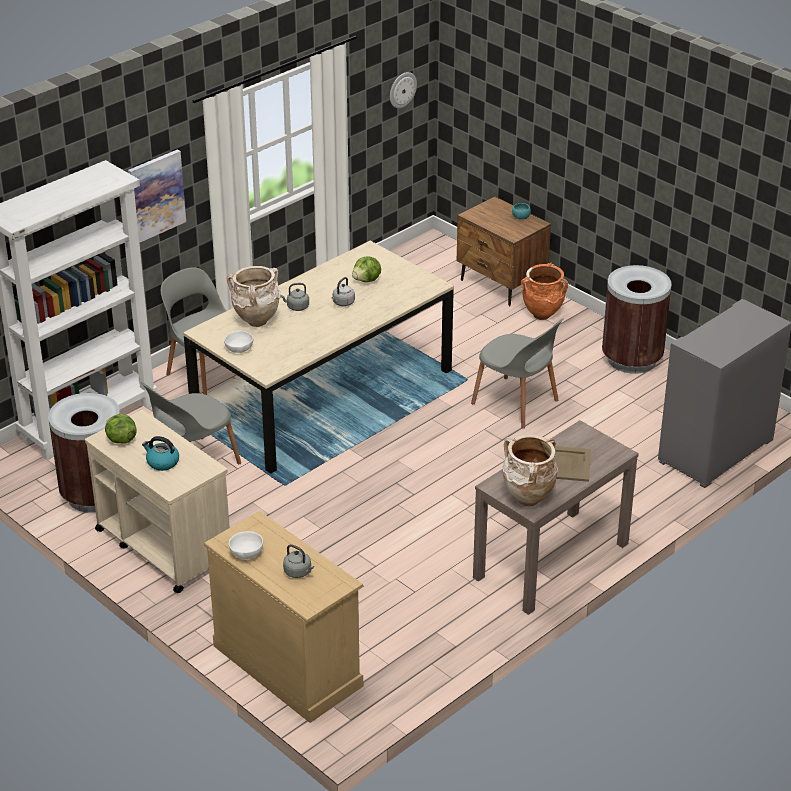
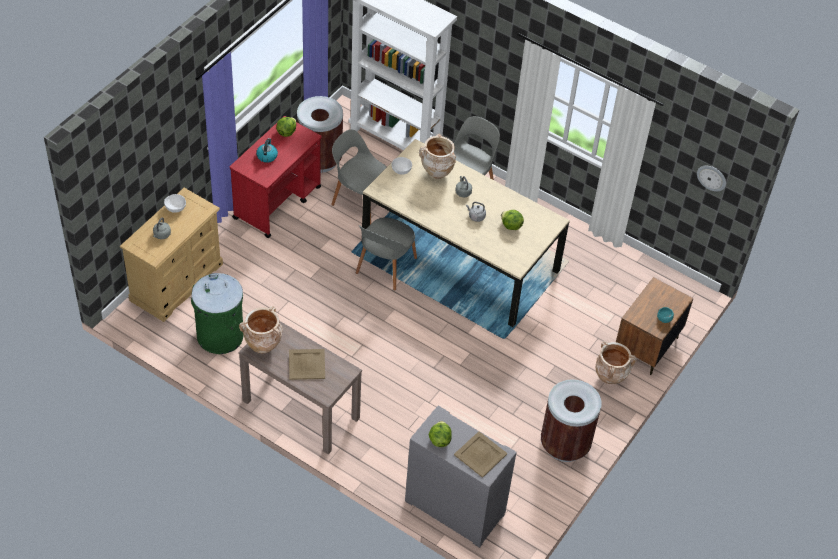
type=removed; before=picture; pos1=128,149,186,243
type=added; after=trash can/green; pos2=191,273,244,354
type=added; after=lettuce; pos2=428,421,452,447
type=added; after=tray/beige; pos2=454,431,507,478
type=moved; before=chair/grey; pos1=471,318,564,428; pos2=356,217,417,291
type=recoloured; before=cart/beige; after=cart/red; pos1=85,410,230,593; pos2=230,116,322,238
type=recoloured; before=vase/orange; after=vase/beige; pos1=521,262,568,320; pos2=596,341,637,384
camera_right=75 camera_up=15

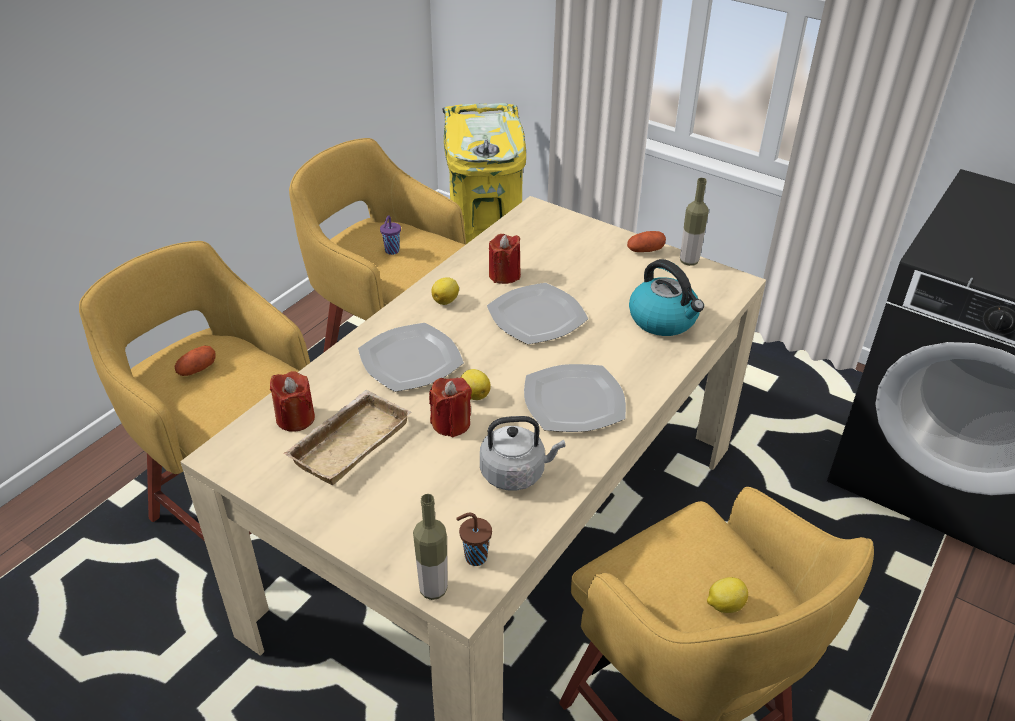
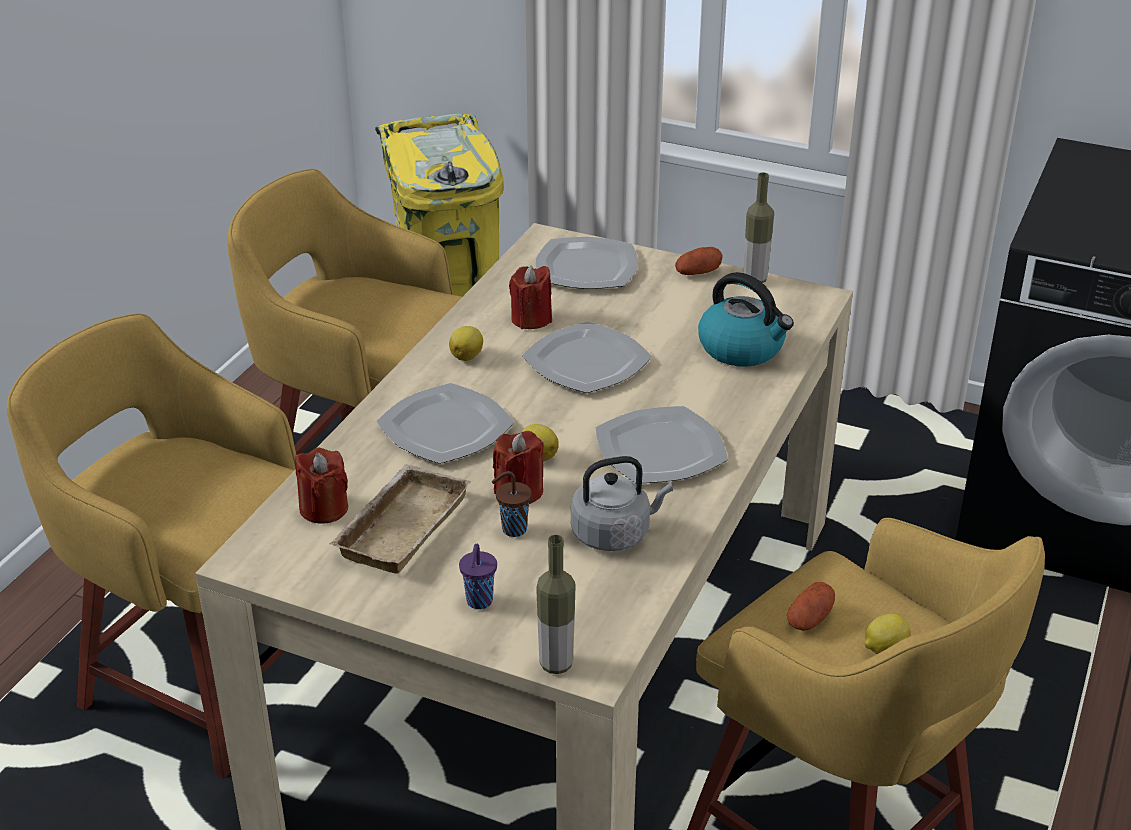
type=added; after=plate; pos2=535,237,638,289
type=moved; before=potato; pos1=175,346,216,376; pos2=787,582,835,631
type=moved; before=cup/purple; pos1=380,215,401,255; pos2=459,544,497,609
type=moved; before=cup/brown; pos1=456,513,492,566; pos2=492,471,532,537
camera_right=-10 camera_up=-5

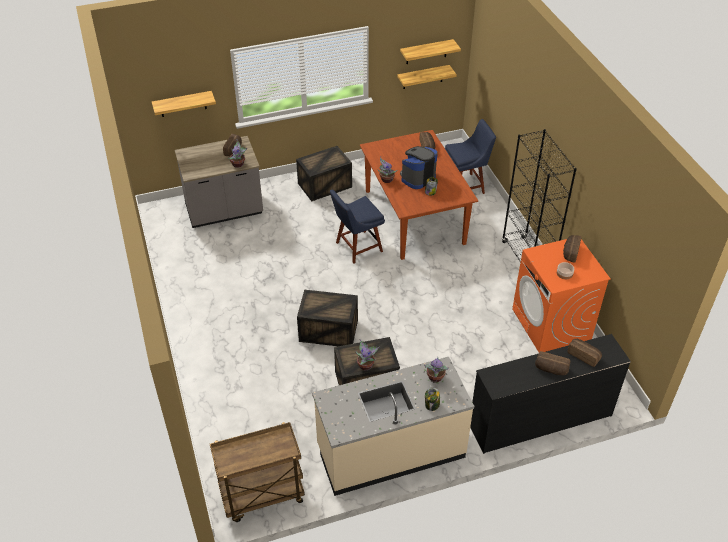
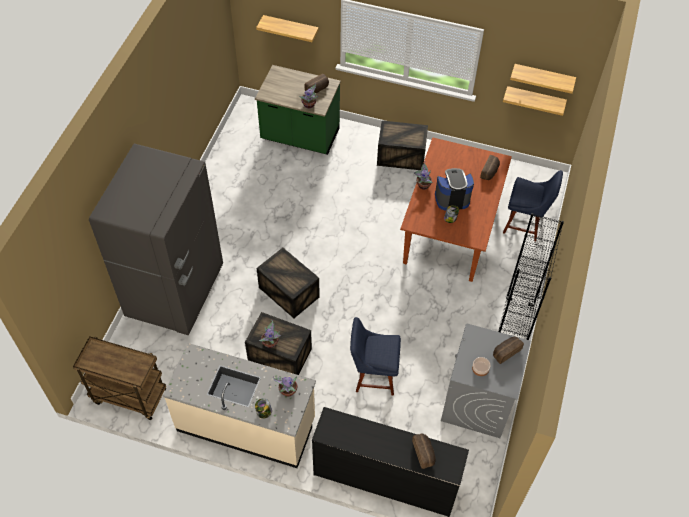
type=removed; before=bread; pos1=535,351,570,376
type=added; after=fridge/grey; pos2=89,144,223,335
type=moved; before=chair/blue; pos1=330,190,385,264; pos2=350,317,401,396
type=recoloured; before=counter/grey; after=counter/green; pos1=175,136,263,228; pos2=255,65,341,155
type=recoloured; before=washing machine/orange; after=washing machine/grey; pos1=512,239,611,352; pos2=441,323,531,438
camera_right=35 camera_up=10

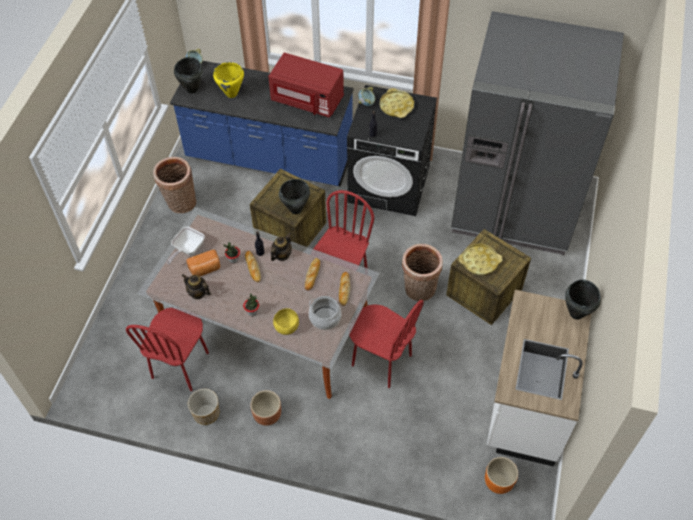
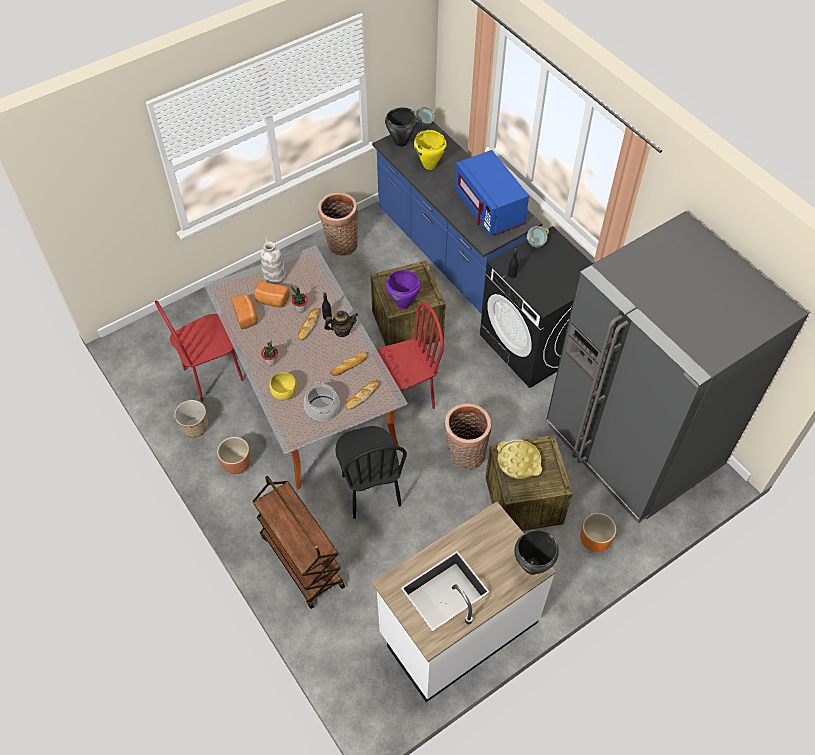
type=removed; before=tray/yellow; pos1=380,88,414,118
type=added; after=cart/brown; pos2=252,476,345,609
type=moved; before=planter/orange; pos1=485,457,518,494; pos2=580,513,616,552
type=replaced; before=frying pan; after=vase/white; pos1=167,226,205,265; pos2=260,237,286,284
type=replaced; before=teapot; after=bread; pos1=181,274,211,299; pos2=231,294,258,329
type=recoloured; before=microwave/red; after=microwave/blue; pos1=268,53,344,118; pos2=455,150,529,236
type=recoloured; before=cooking pot/black; after=cooking pot/purple; pos1=279,179,310,214; pos2=386,270,421,309
type=recoloured; before=chair/red; after=chair/black; pos1=349,300,424,388; pos2=335,426,407,519
camera_right=40 camera_up=0

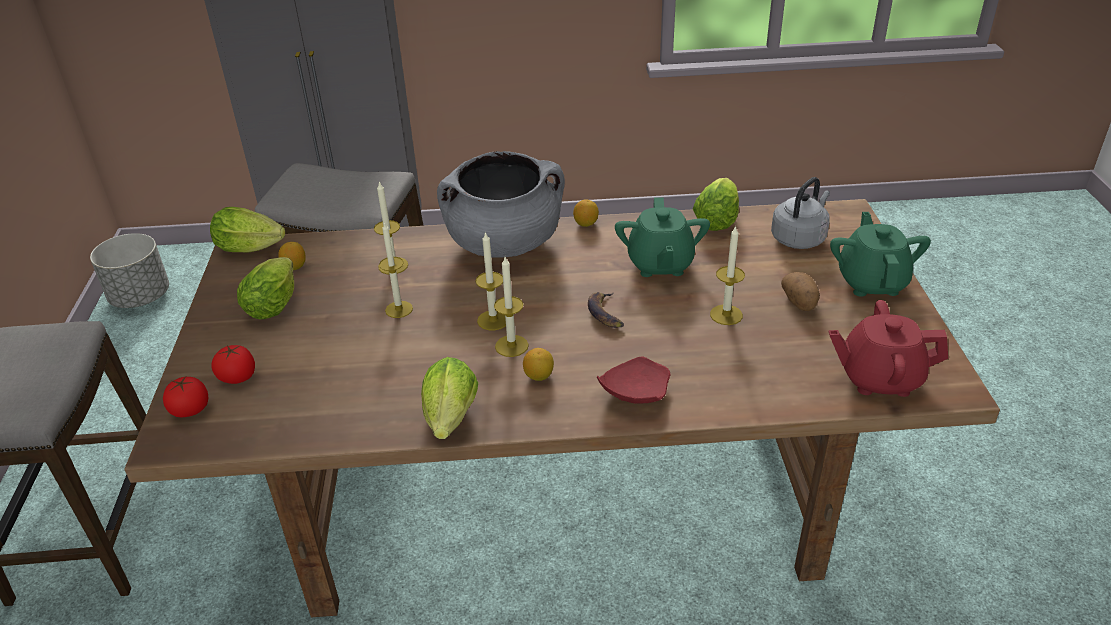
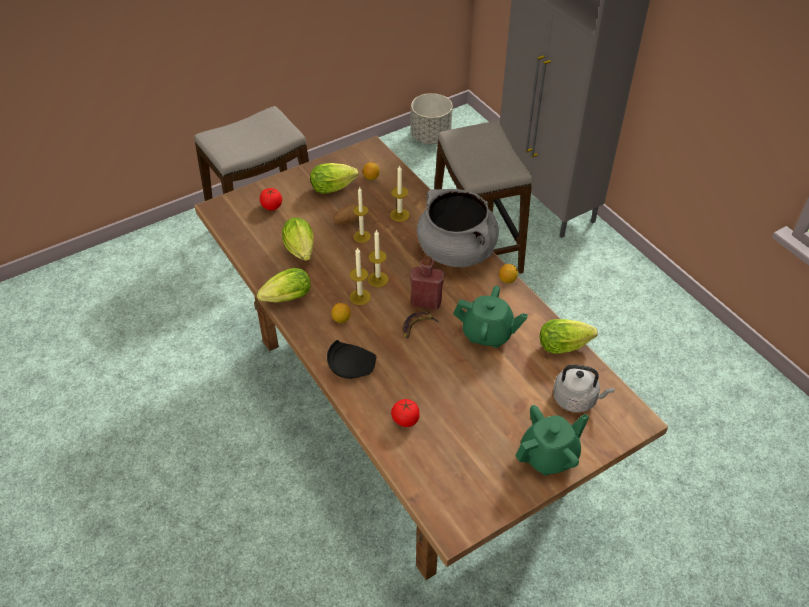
type=removed; before=candle; pos1=710,225,745,325
type=removed; before=teapot/red; pos1=828,300,948,397
type=added; after=bottle/red; pos2=410,256,444,310
type=moved; before=tomato; pos1=163,375,208,417; pos2=391,399,420,427
type=moved; before=lettuce; pos1=210,207,285,253; pos2=282,217,314,261
type=moved; before=potato; pos1=781,272,820,311; pos2=333,203,359,225
type=recoloured; before=plate/red; after=plate/black; pos1=597,357,670,404; pos2=327,340,376,379
type=turned; before=teapot/green; pos1=615,198,710,277; pos2=453,286,528,348; turn=-135
camera_right=60 camera_up=10

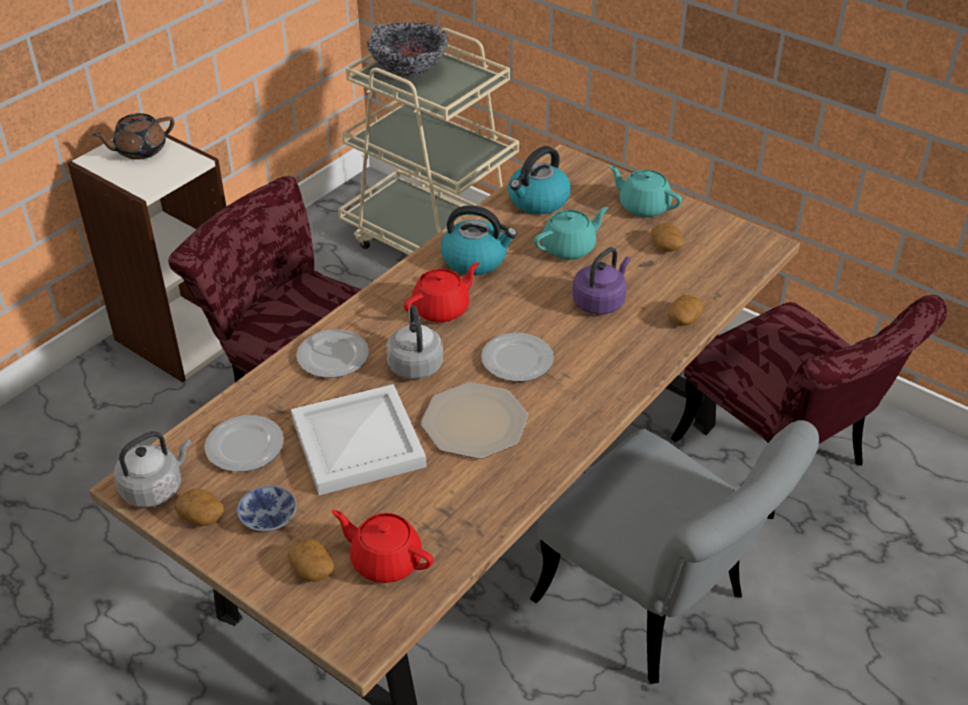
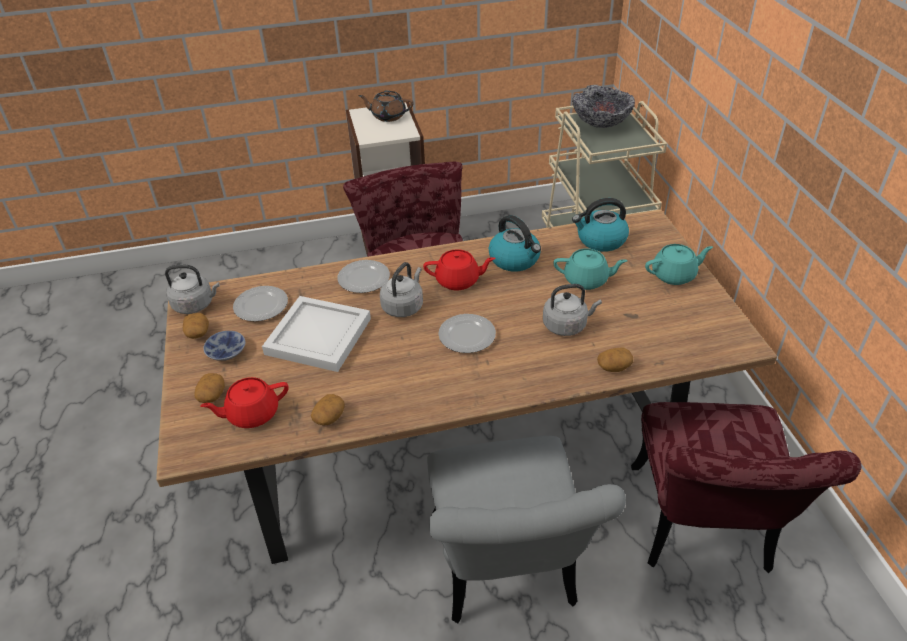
type=removed; before=plate; pos1=421,382,529,459
type=moved; before=potato; pos1=652,223,683,252; pos2=311,394,345,426
type=recoloured; before=kettle/purple; after=kettle/grey; pos1=572,247,630,315; pos2=543,284,602,336
type=turned; before=teapot/red; pos1=332,510,433,583; pos2=200,377,289,428; turn=-90
type=turned; before=teapot/turquoise; pos1=609,165,682,217; pos2=645,244,713,285; turn=90
camera_right=40 camera_up=0

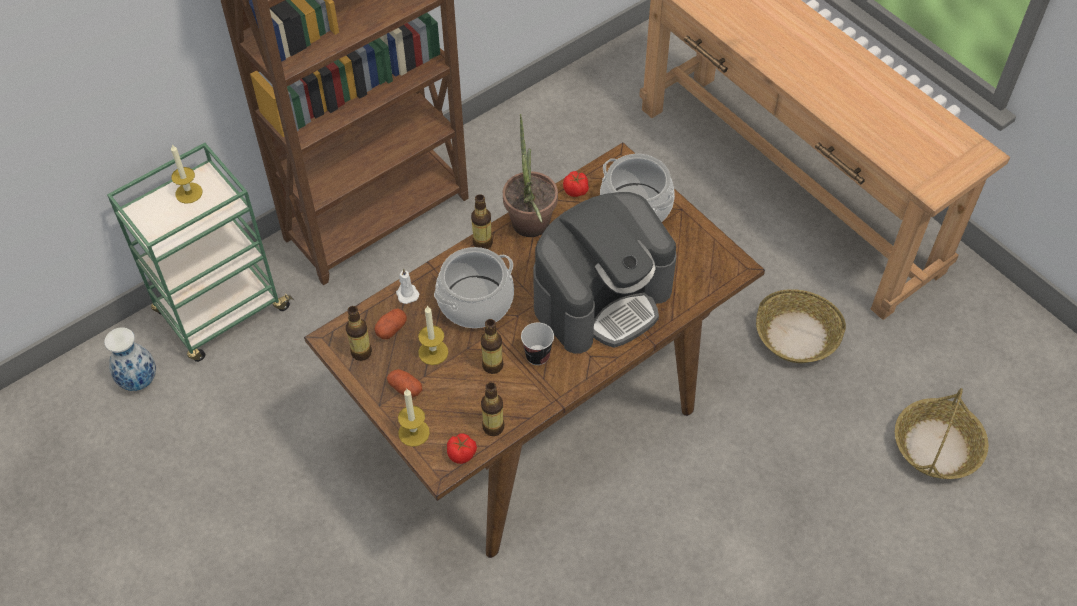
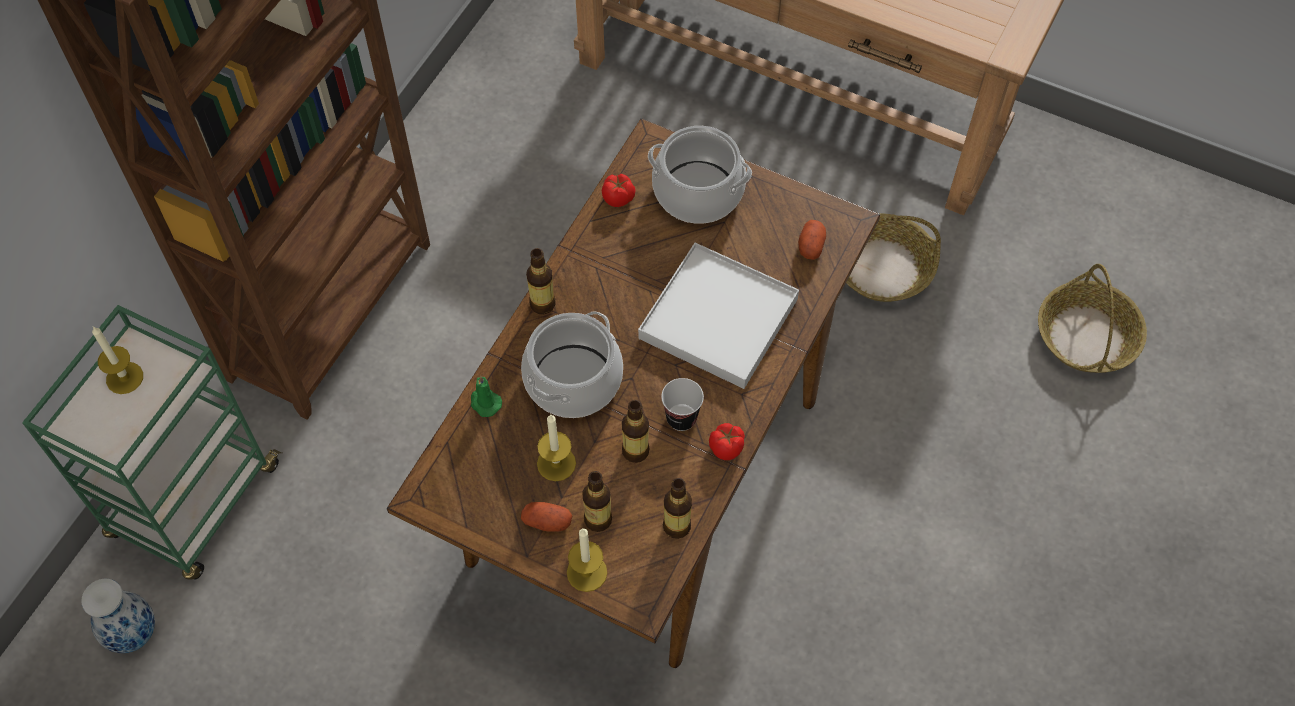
type=removed; before=potted plant; pos1=503,114,558,237
type=moved; before=bottle; pos1=346,306,372,361; pos2=582,471,612,532
type=moved; before=potato; pos1=374,308,407,339; pos2=798,220,826,260
type=moved; before=tomato; pos1=447,433,477,464; pos2=709,423,745,460
type=replaced; before=coffee machine; after=tray/white; pos1=533,192,677,354; pos2=638,243,799,389
type=recoloured; before=candle/white; after=candle/green; pos1=396,268,419,304; pos2=471,376,502,417
camera_right=-25 camera_up=5

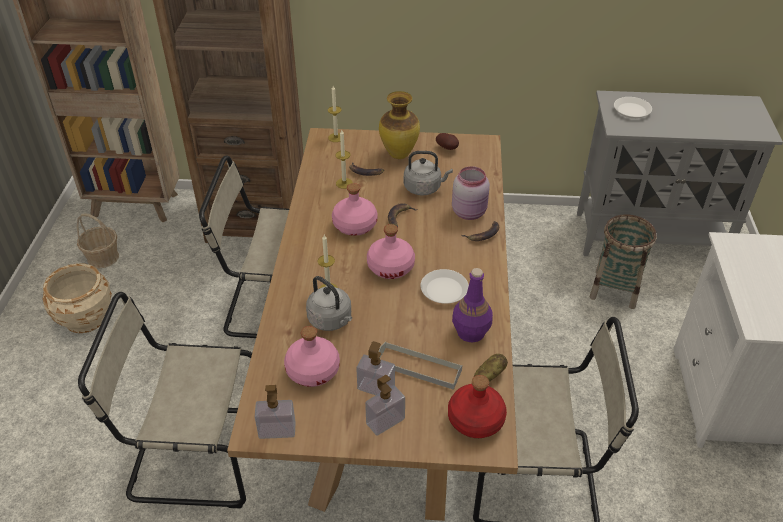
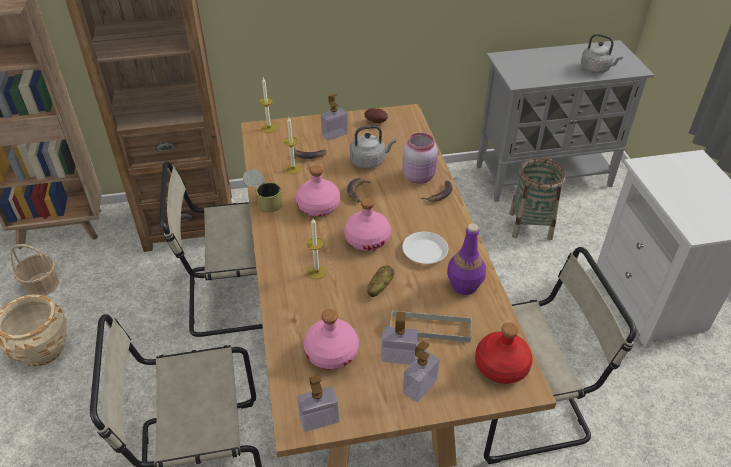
type=removed; before=plate/white; pos1=614,97,652,119
type=added; after=can; pos2=243,169,283,213
type=moved; before=kettle/grey; pos1=306,276,352,331; pos2=581,34,623,73
type=moved; before=potato; pos1=474,354,508,382; pos2=367,265,395,297
type=replaced; before=vase; after=soap dispenser; pos1=379,91,420,159; pos2=321,94,348,141
camera_right=-15 camera_up=0

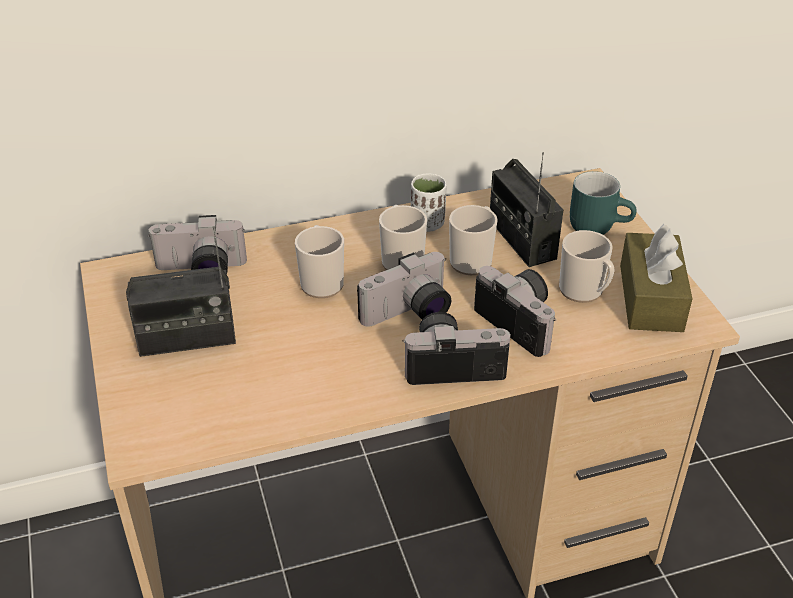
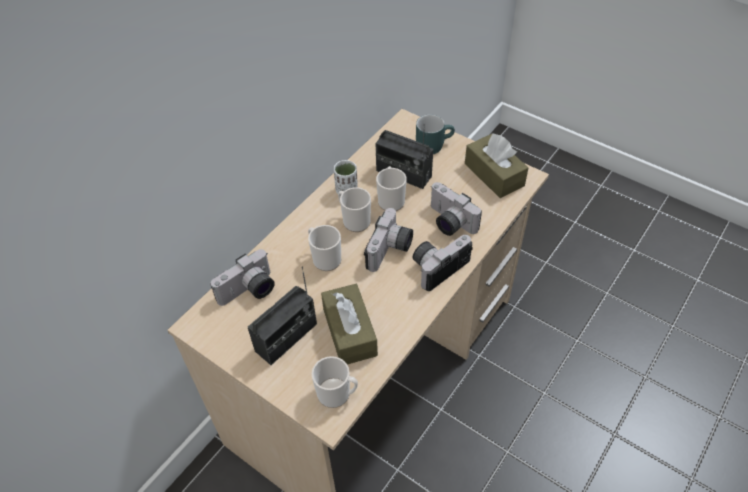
type=added; after=tissue box/brown; pos2=321,284,378,365
type=moved; before=mug; pos1=559,230,615,303; pos2=312,356,358,408
type=turned; before=photo camera; pos1=474,266,556,357; pos2=431,182,482,236; turn=-150
camera_right=-35 camera_up=10

